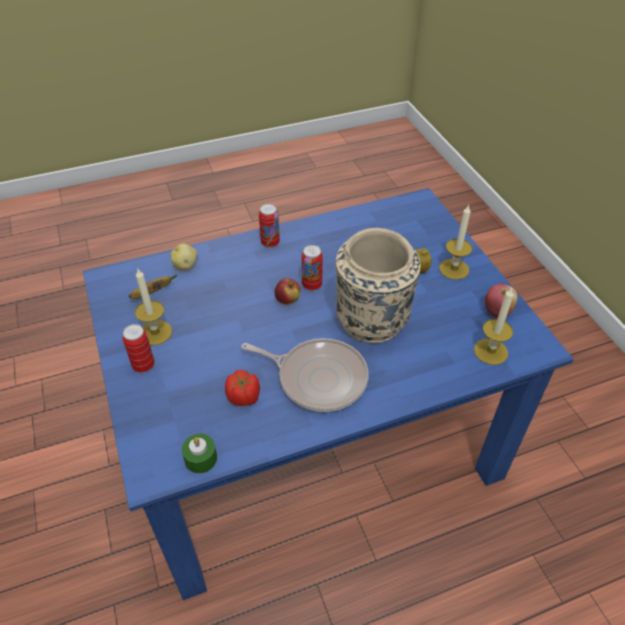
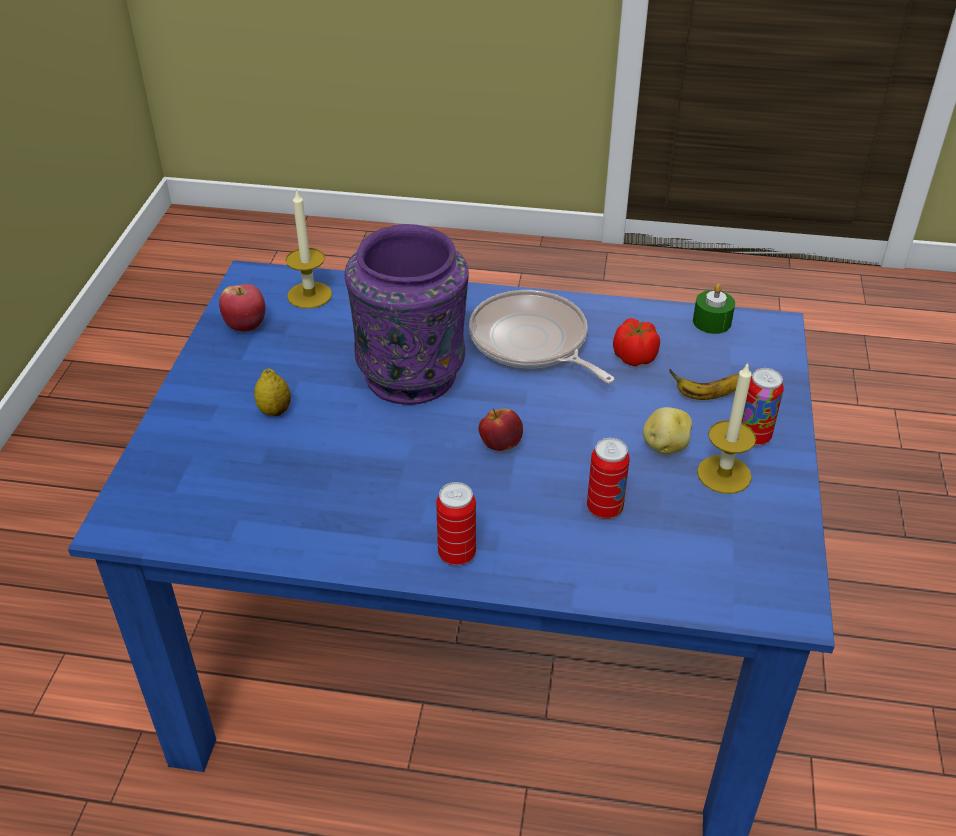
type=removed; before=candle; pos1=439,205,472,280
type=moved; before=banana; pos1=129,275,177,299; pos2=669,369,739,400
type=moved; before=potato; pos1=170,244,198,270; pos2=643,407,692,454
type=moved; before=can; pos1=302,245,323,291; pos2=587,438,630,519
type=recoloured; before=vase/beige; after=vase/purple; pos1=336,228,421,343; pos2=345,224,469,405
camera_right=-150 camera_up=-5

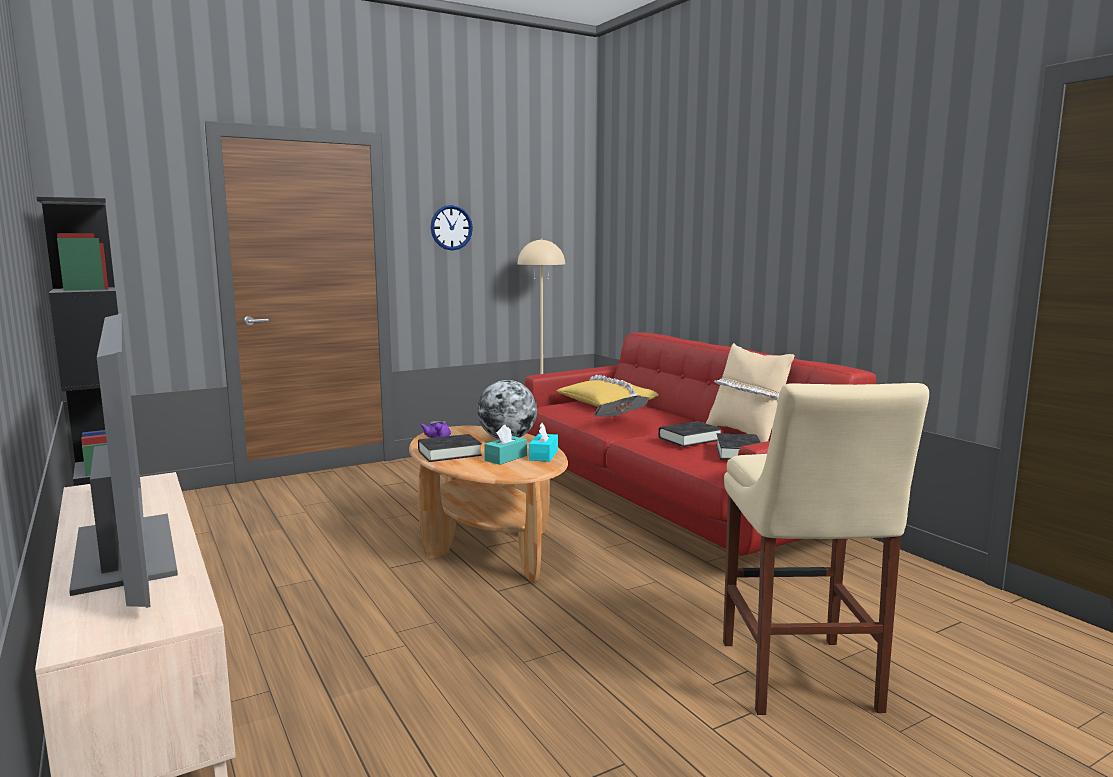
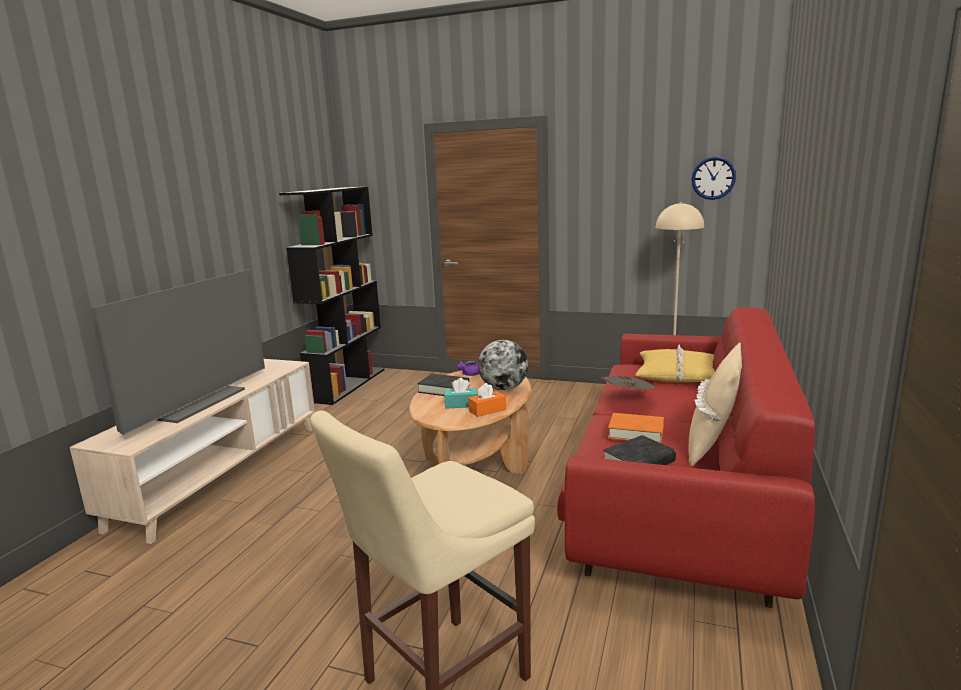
type=moved; before=wall clock; pos1=430,205,473,251; pos2=692,157,736,200
type=recoloured; before=tissue box/turquoise; after=tissue box/orange; pos1=529,423,558,462; pos2=468,383,506,417
type=recoloured; before=book/black; after=book/orange; pos1=658,421,722,447; pos2=608,413,664,443
camera_right=50 camera_up=5

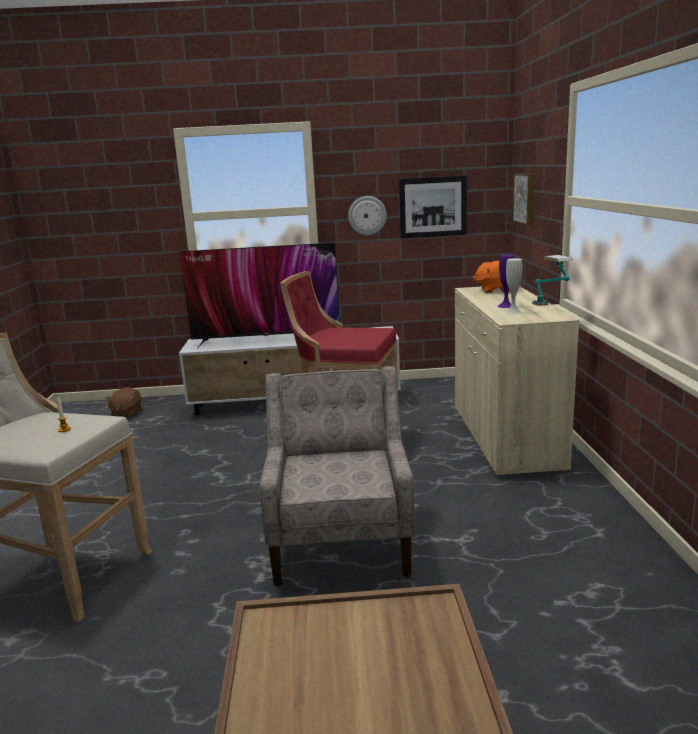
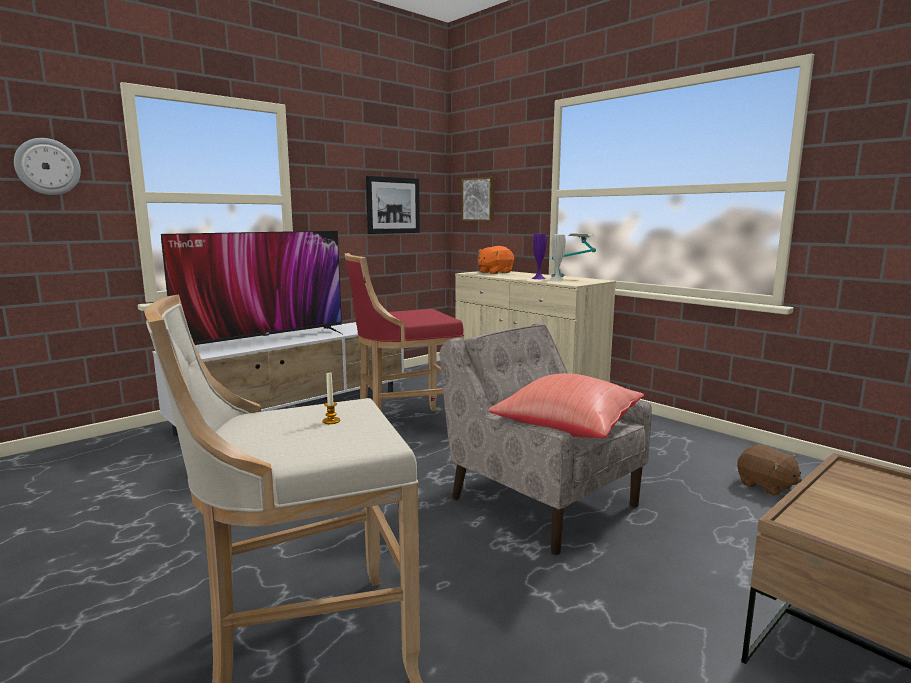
type=added; after=pillow/red; pos2=489,373,644,438
type=moved; before=plush toy/brown; pos1=105,387,141,418; pos2=737,445,802,496
type=moved; before=wall clock; pos1=348,196,387,235; pos2=14,138,81,195
camera_right=-40 camera_up=-5

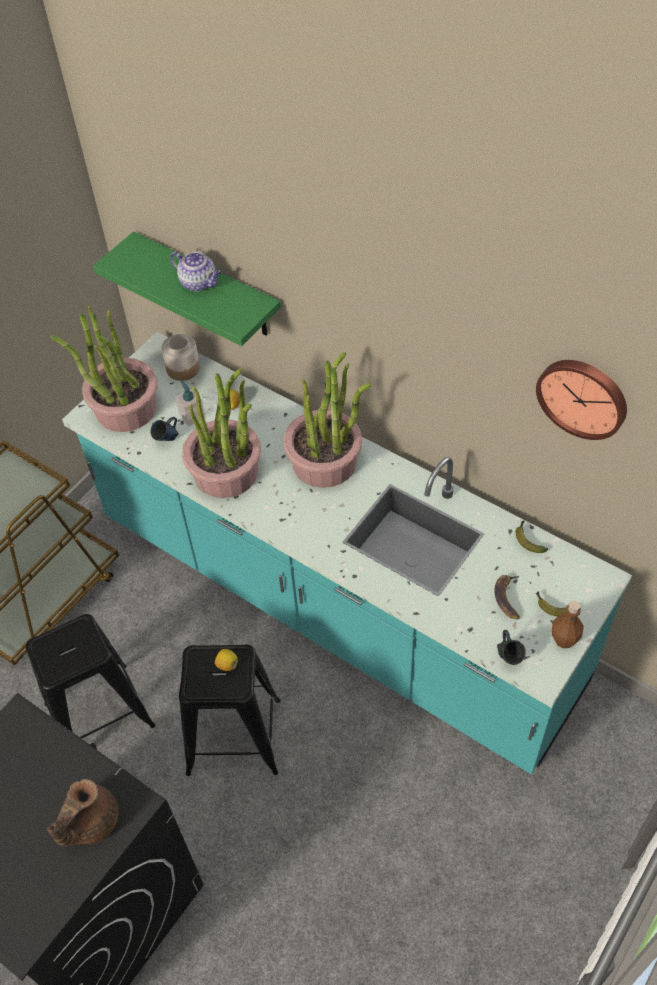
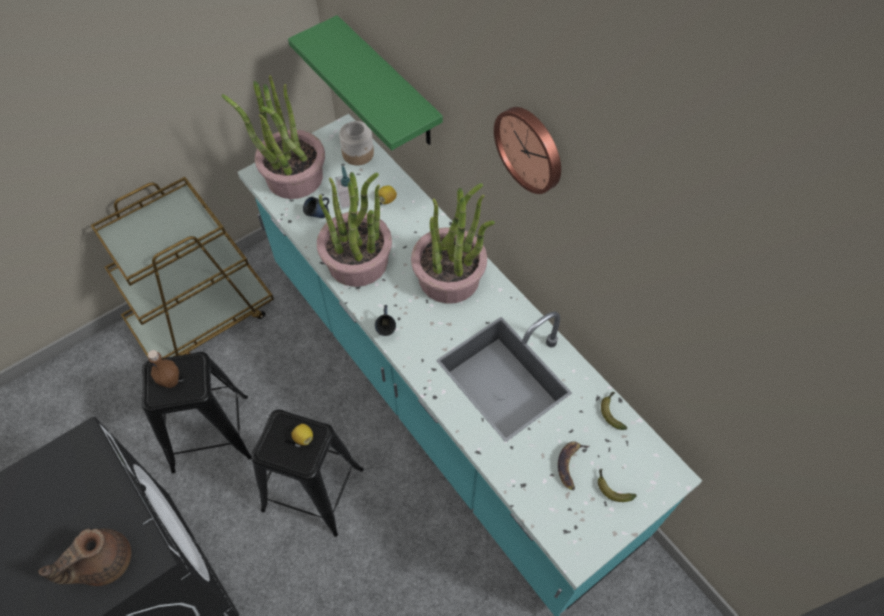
type=removed; before=teapot; pos1=170,252,221,292
type=moved; before=mug/blue; pos1=497,630,526,665; pos2=375,305,396,336
type=moved; before=wall clock; pos1=536,360,627,440; pos2=494,107,561,194
type=moved; before=bottle/brown; pos1=552,601,584,648; pos2=148,350,179,388
camera_right=15 camera_up=5

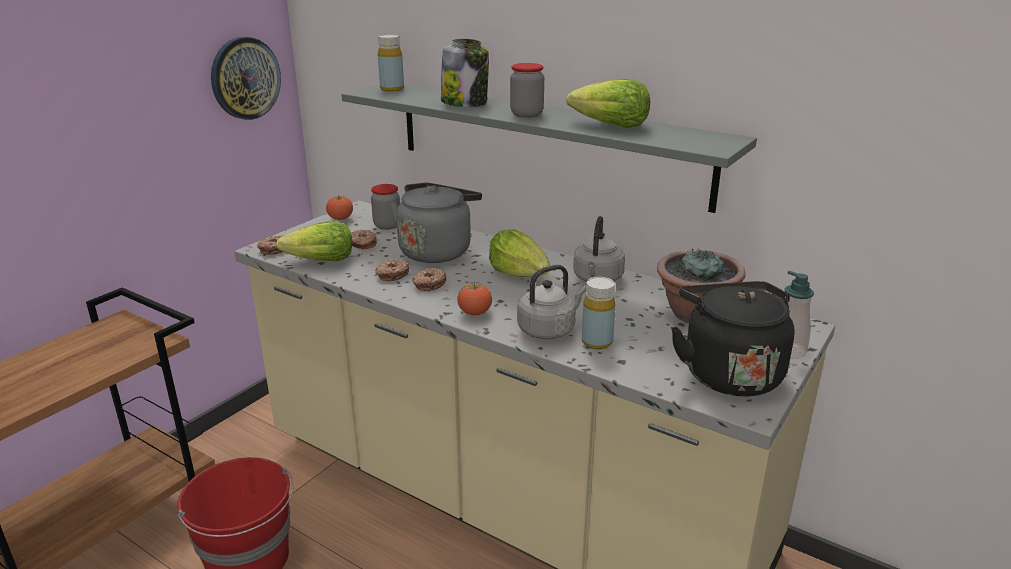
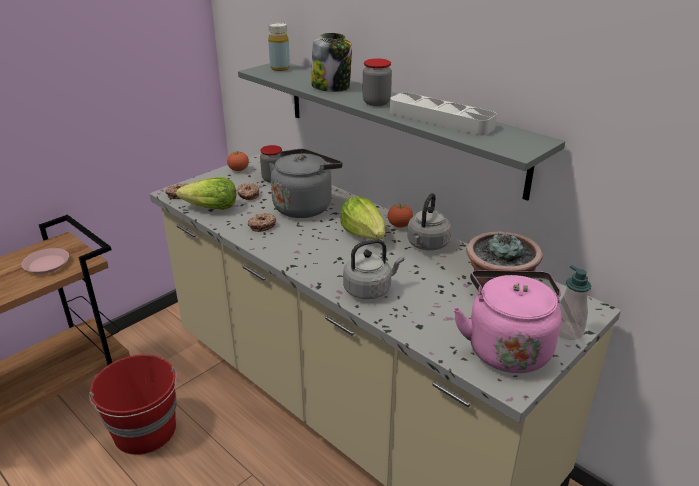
type=removed; before=wall clock; pos1=211,37,281,120
type=removed; before=donut; pos1=412,268,447,291
type=removed; before=bottle/yellow; pos1=582,277,615,349
type=added; after=plate/pink; pos2=22,248,69,274
type=moved; before=tomato; pos1=457,283,492,315; pos2=388,204,413,228
type=replaced; before=lettuce; after=tray/grey; pos1=566,79,650,128; pos2=390,93,497,135
type=recoloured; before=kettle/black; after=kettle/pink; pos1=671,281,795,397; pos2=453,270,562,373
camera_right=10 camera_up=5

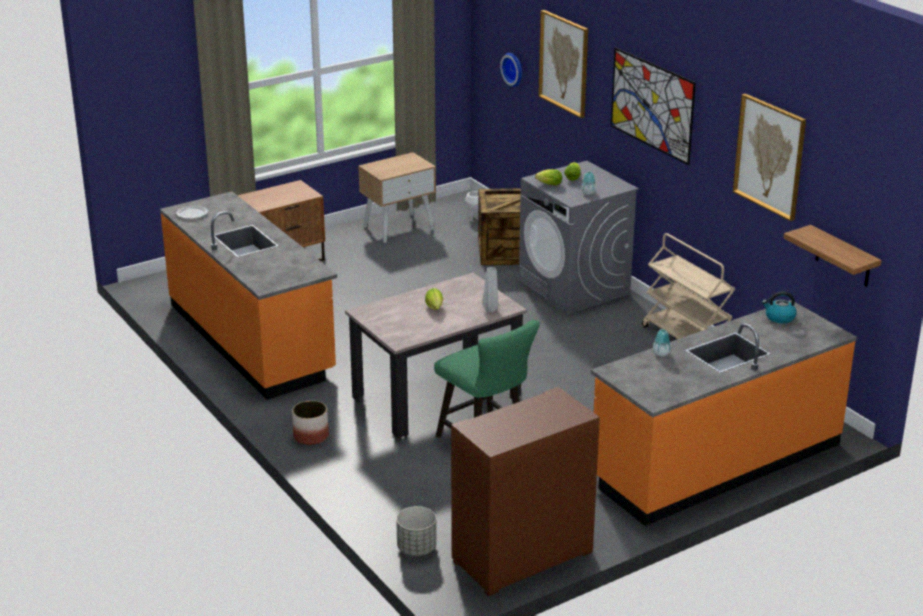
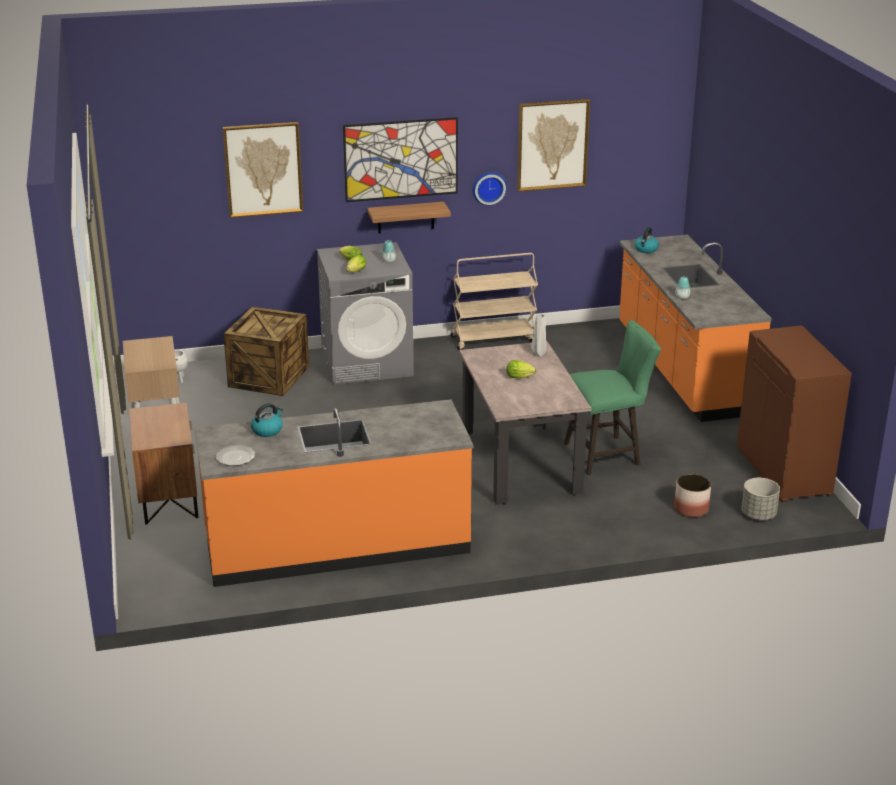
type=added; after=kettle; pos2=251,403,283,437
type=moved; before=planter; pos1=292,401,329,445; pos2=674,474,711,517
type=moved; before=wall clock; pos1=500,53,522,87; pos2=473,172,507,206
type=moved; before=shelf; pos1=784,225,882,287; pos2=367,202,451,234
camera_right=-70 camera_up=0

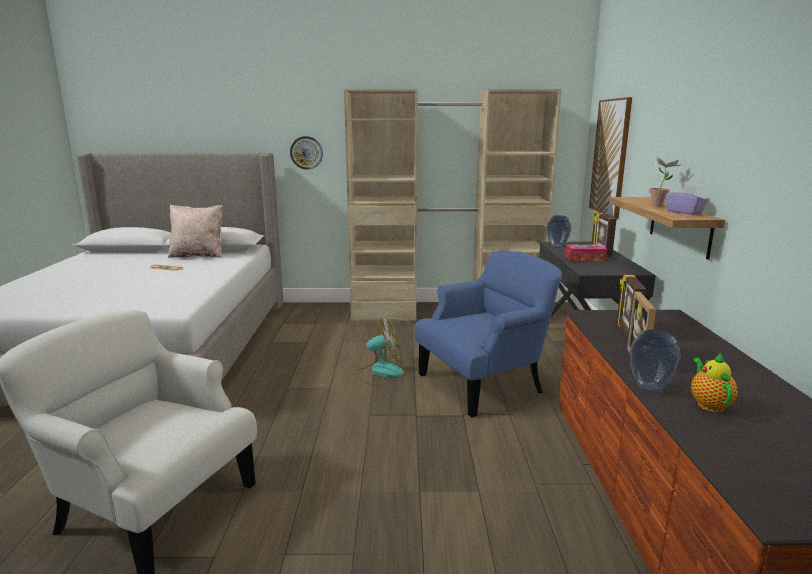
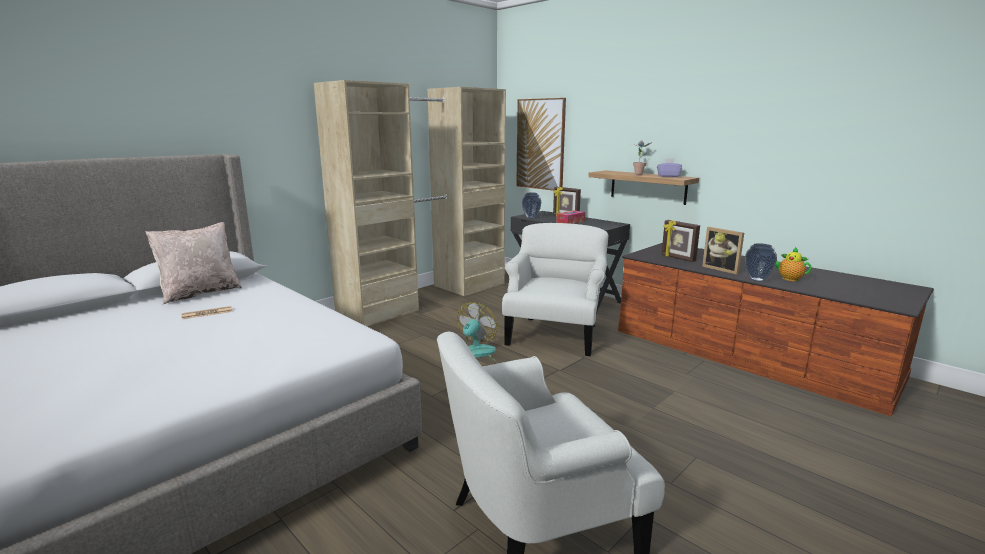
type=removed; before=wall clock; pos1=290,136,323,170
type=recoloured; before=armchair/blue; after=armchair/white; pos1=414,251,562,417; pos2=502,223,608,356
camera_right=-45 camera_up=0

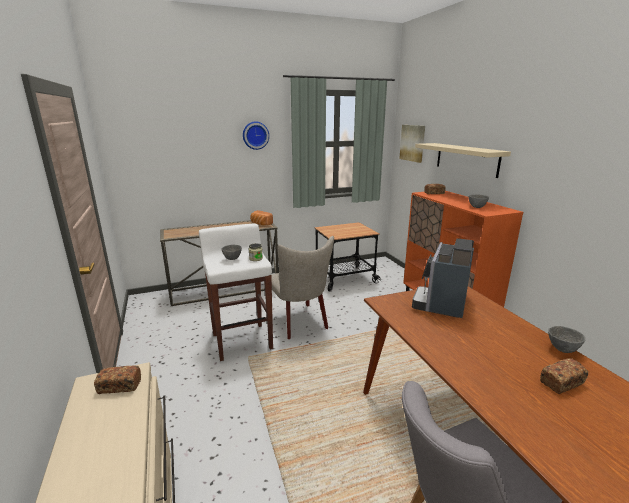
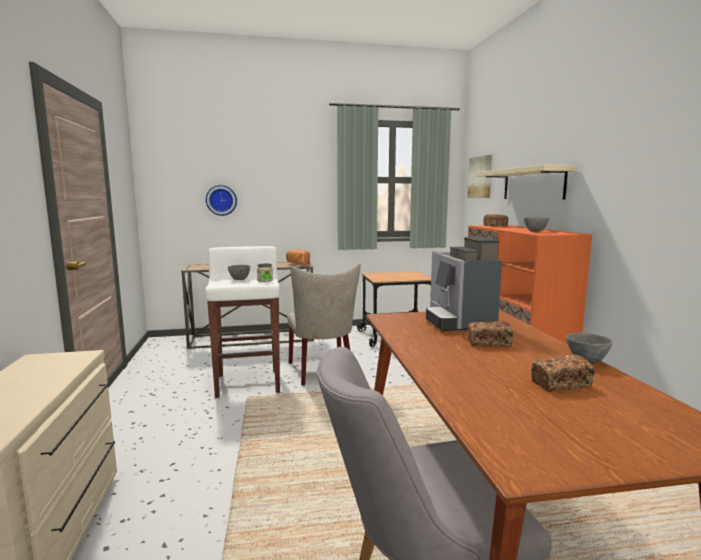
type=moved; before=bread; pos1=94,365,141,394; pos2=467,321,513,347
type=moved; before=wall clock; pos1=243,121,269,150; pos2=206,185,237,216
type=turned; before=coffee machine; pos1=412,238,474,318; pos2=426,237,502,331; turn=-45
camera_right=10 camera_up=-10

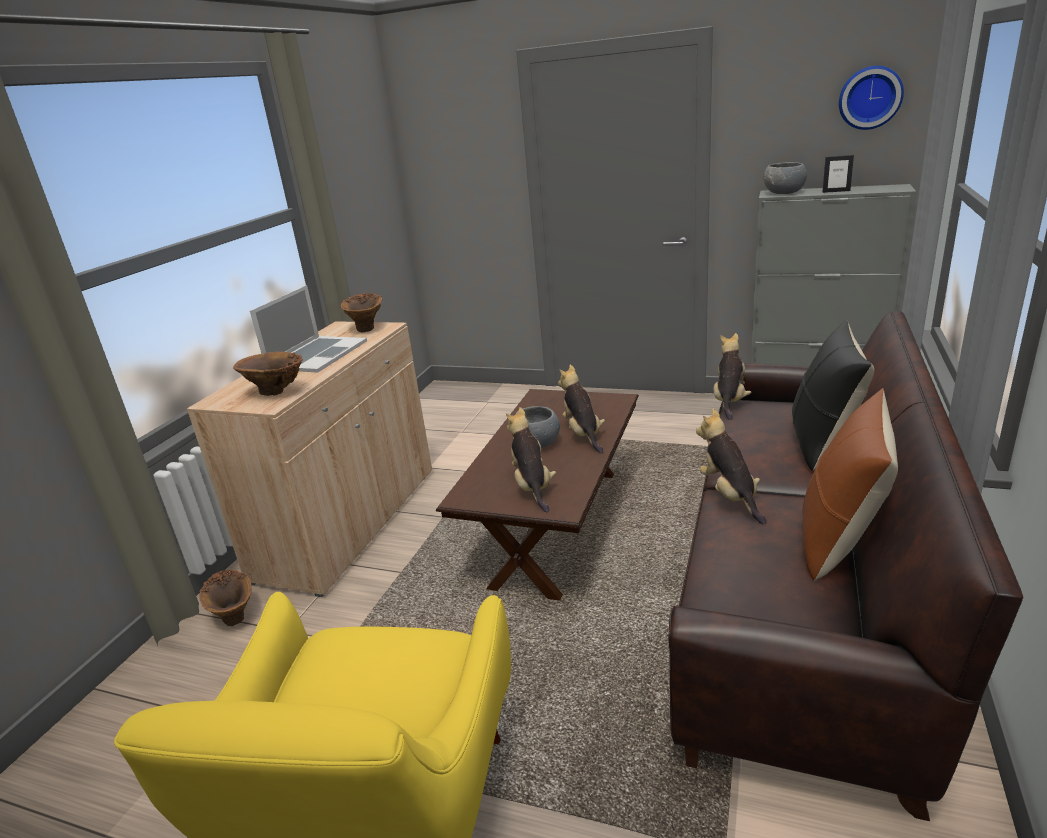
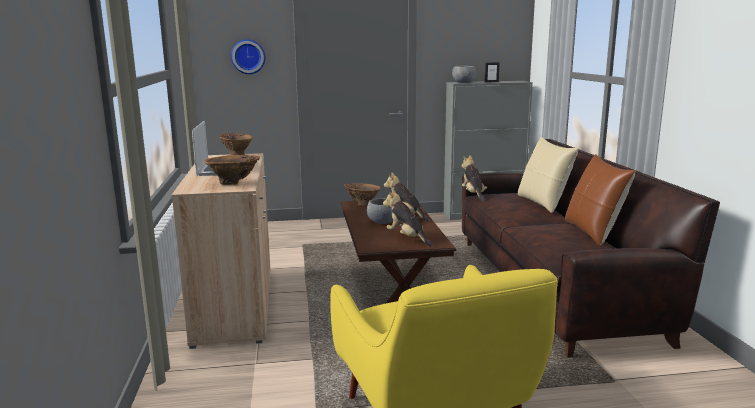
type=removed; before=plush toy; pos1=696,409,766,524
type=moved; before=vase/brown; pos1=199,570,252,626; pos2=344,183,381,206
type=moved; before=wall clock; pos1=839,66,904,130; pos2=231,39,266,74
type=recoloured; before=pillow/black; after=pillow/beige; pos1=792,319,874,470; pos2=518,137,578,213
camera_right=-30 camera_up=-10

